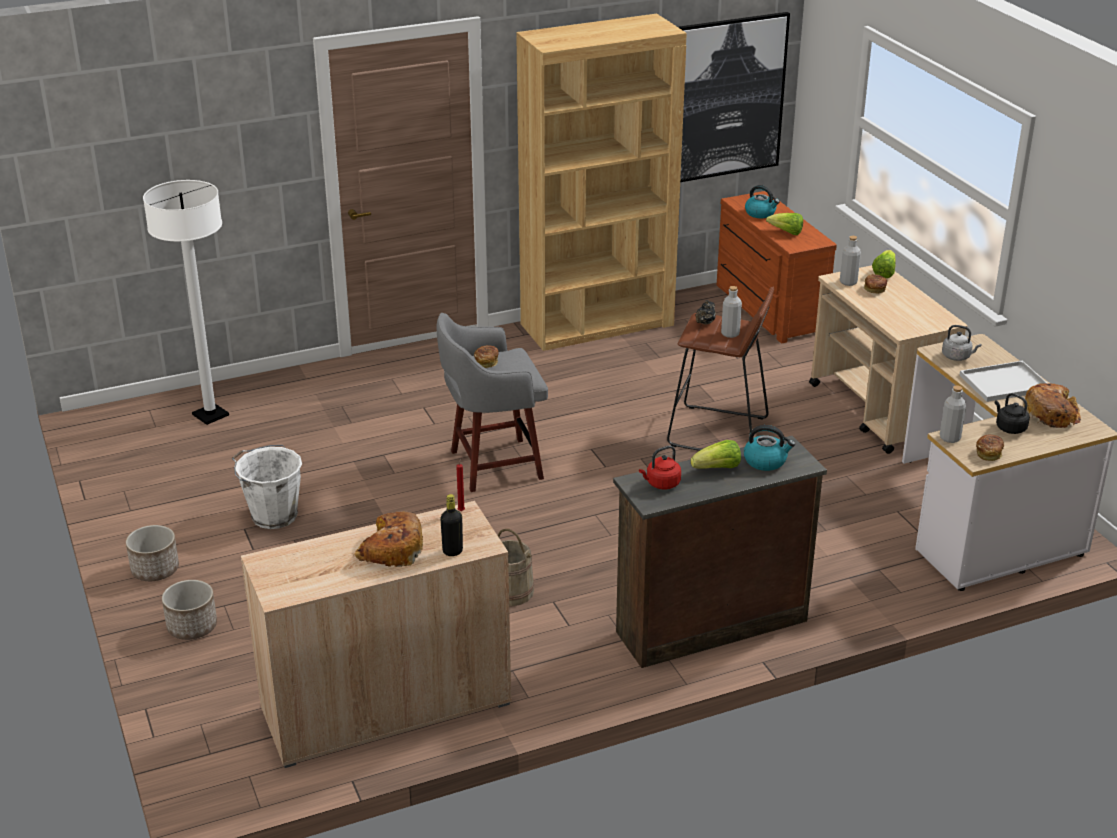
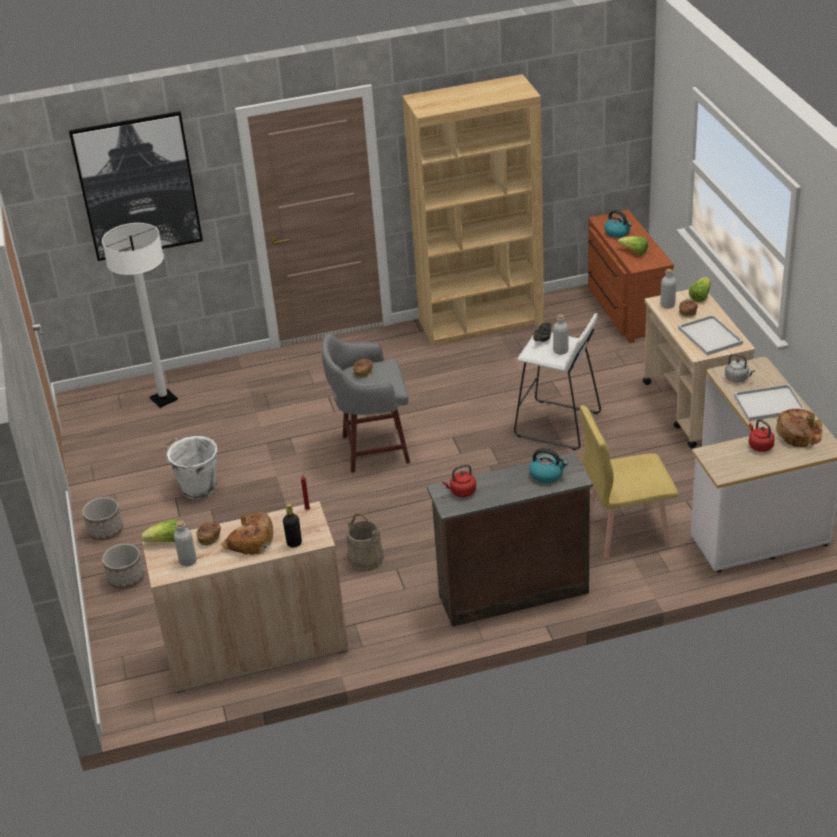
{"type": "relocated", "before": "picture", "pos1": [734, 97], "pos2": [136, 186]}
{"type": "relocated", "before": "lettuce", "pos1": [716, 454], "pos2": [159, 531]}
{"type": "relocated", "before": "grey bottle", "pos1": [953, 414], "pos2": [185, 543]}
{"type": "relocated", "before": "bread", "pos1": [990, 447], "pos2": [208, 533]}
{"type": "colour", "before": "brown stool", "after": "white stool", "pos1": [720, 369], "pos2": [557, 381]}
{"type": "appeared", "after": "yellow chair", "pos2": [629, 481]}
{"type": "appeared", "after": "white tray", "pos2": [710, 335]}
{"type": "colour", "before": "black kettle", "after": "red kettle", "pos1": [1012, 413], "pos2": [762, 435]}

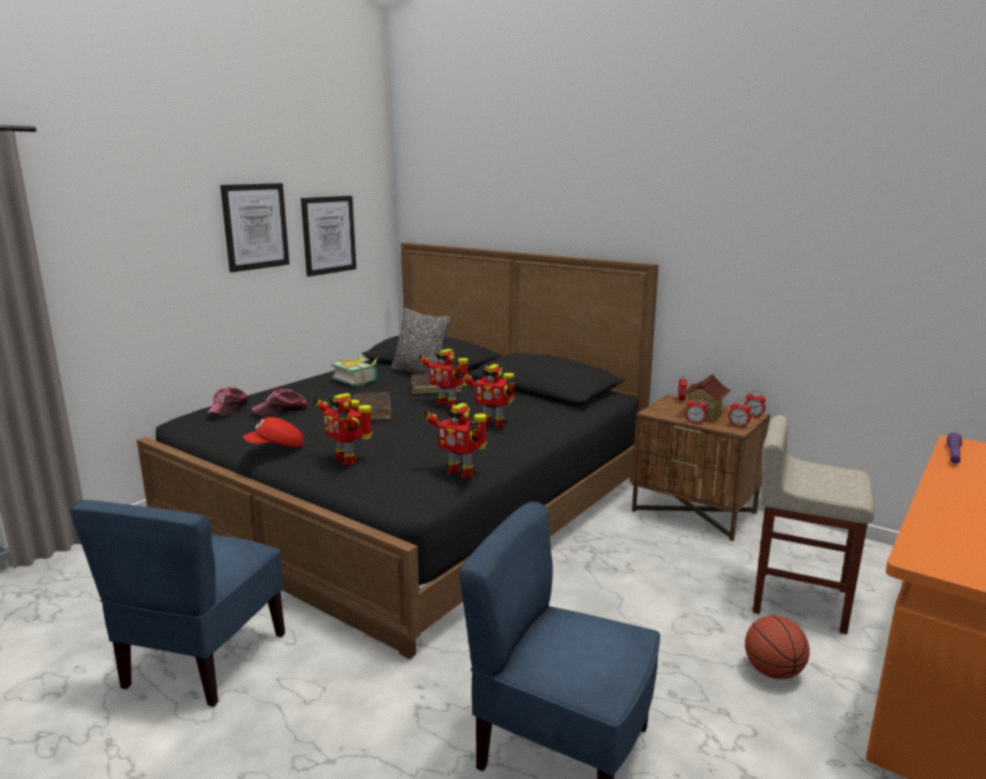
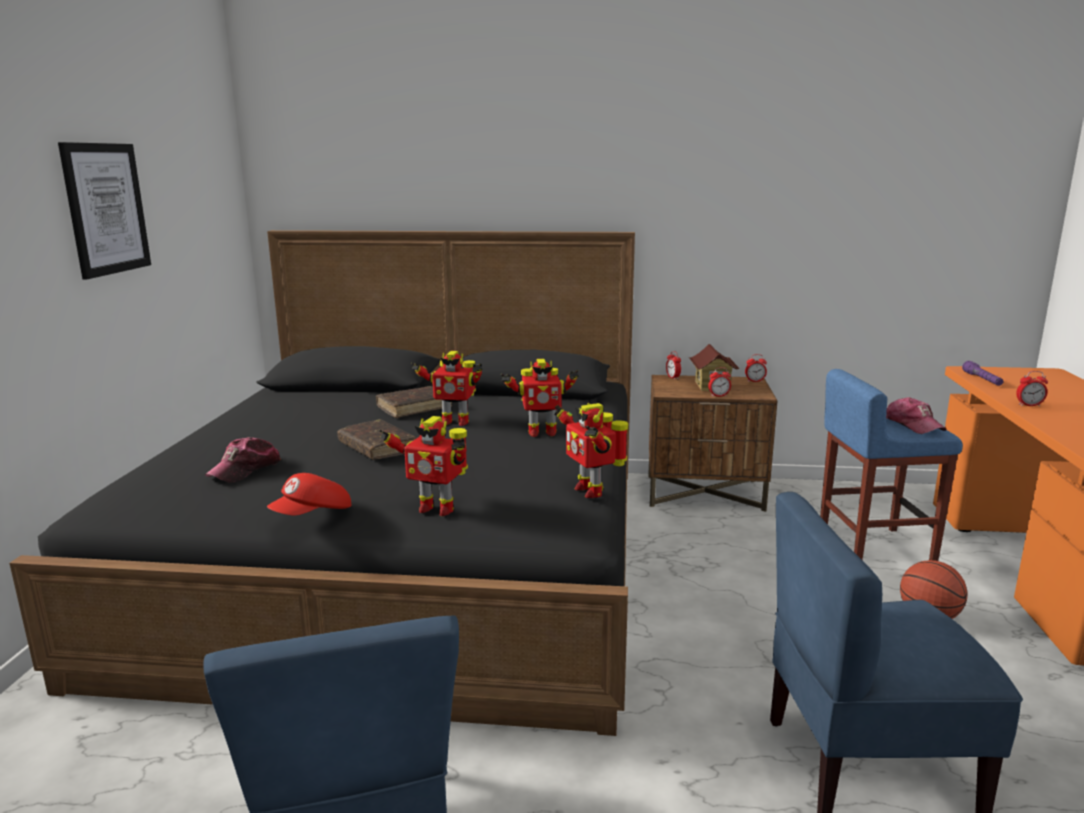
{"type": "spun", "before": "toy robot", "pos1": [454, 441], "pos2": [591, 450], "turn": 60}
{"type": "colour", "before": "beige stool", "after": "blue stool", "pos1": [813, 524], "pos2": [891, 465]}
{"type": "relocated", "before": "cap", "pos1": [227, 401], "pos2": [916, 415]}
{"type": "relocated", "before": "alarm clock", "pos1": [739, 413], "pos2": [1032, 389]}
{"type": "missing", "before": "picture", "pos1": [328, 236]}
{"type": "missing", "before": "book", "pos1": [355, 371]}
{"type": "missing", "before": "pillow", "pos1": [421, 341]}

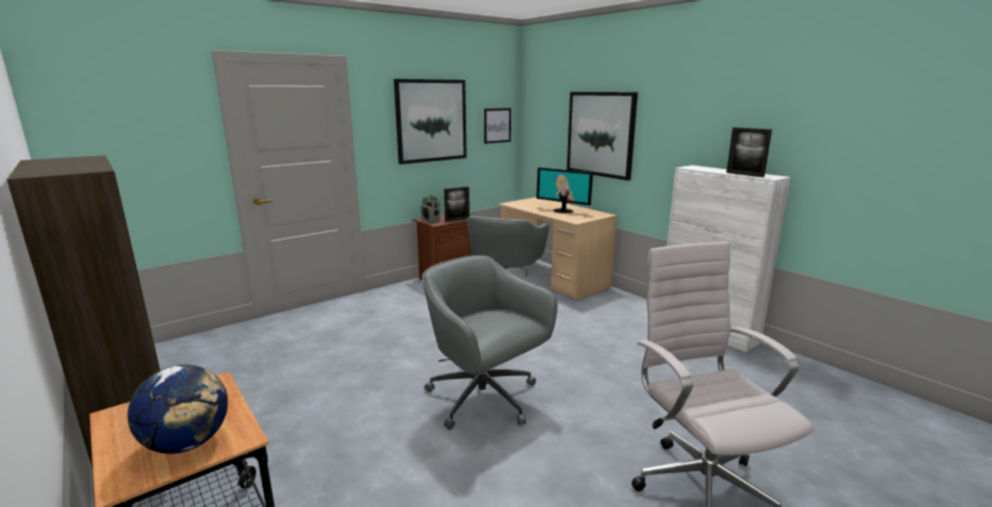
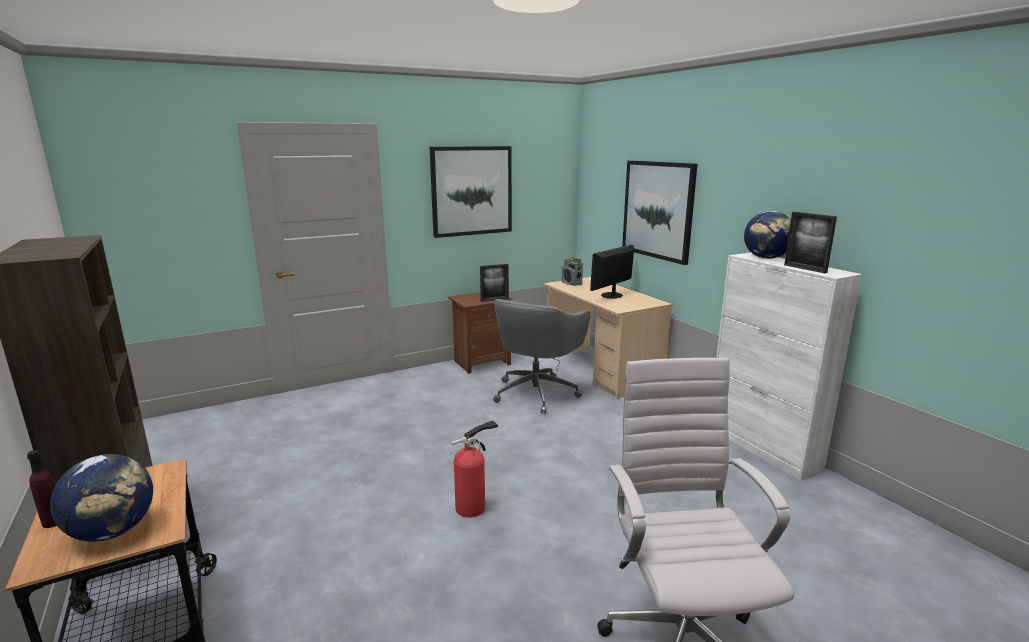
{"type": "appeared", "after": "purple bottle", "pos2": [42, 489]}
{"type": "exchanged", "before": "grey office chair", "after": "fire extinguisher", "pos1": [490, 342], "pos2": [474, 469]}
{"type": "relocated", "before": "radio", "pos1": [430, 209], "pos2": [572, 271]}
{"type": "spun", "before": "monitor", "pos1": [564, 190], "pos2": [612, 271], "turn": 90}
{"type": "appeared", "after": "globe", "pos2": [767, 235]}
{"type": "missing", "before": "picture", "pos1": [497, 126]}

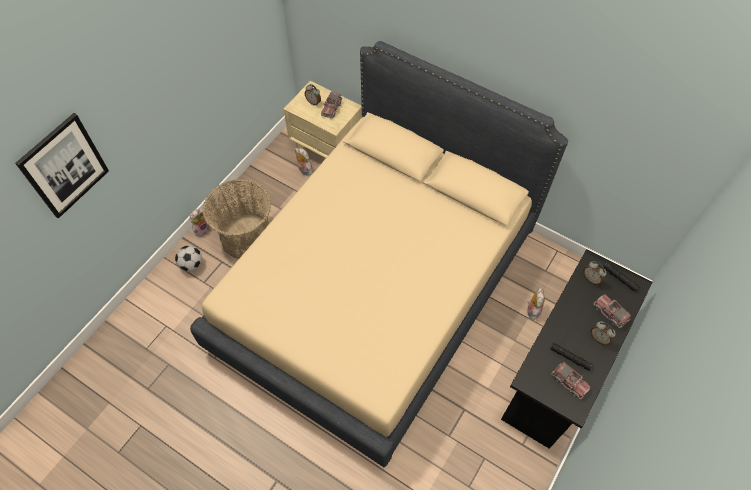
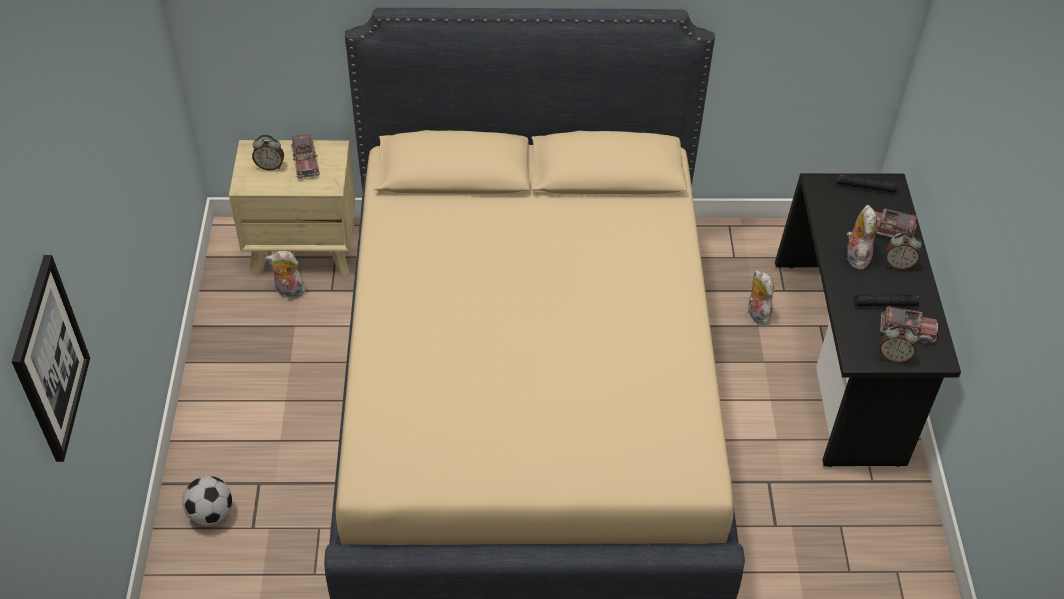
{"type": "relocated", "before": "plush toy", "pos1": [200, 222], "pos2": [861, 237]}
{"type": "relocated", "before": "alarm clock", "pos1": [595, 273], "pos2": [898, 344]}
{"type": "missing", "before": "basket", "pos1": [237, 218]}

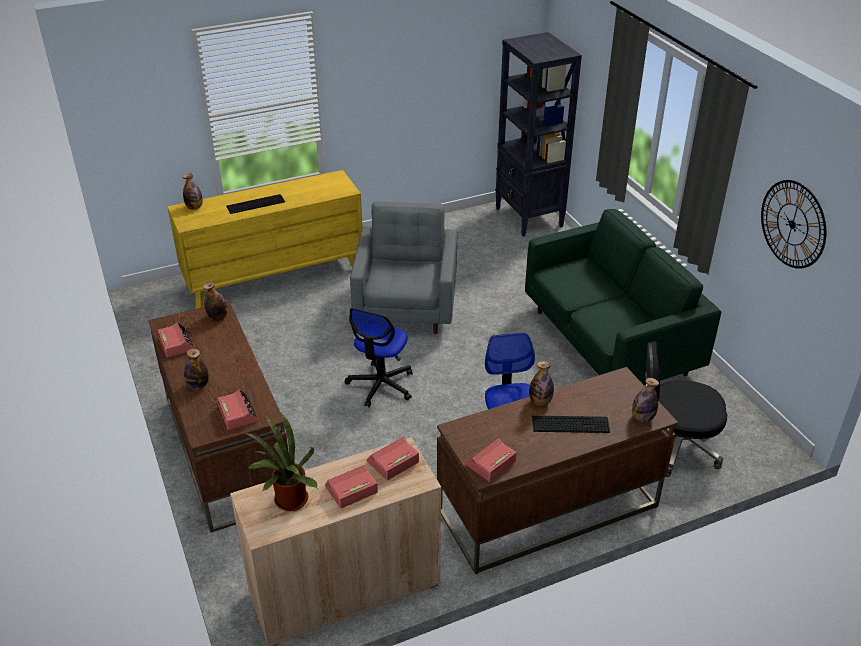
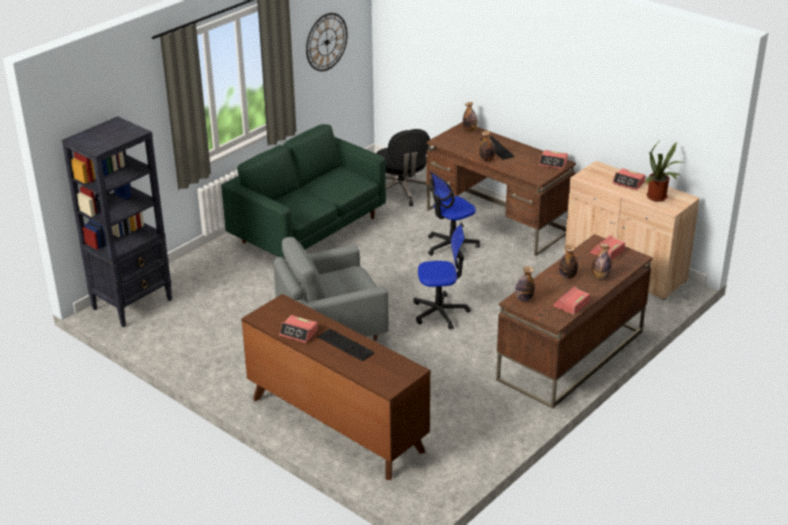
{"type": "colour", "before": "yellow dresser", "after": "brown dresser", "pos1": [265, 239], "pos2": [335, 387]}
{"type": "relocated", "before": "alarm clock", "pos1": [393, 458], "pos2": [298, 329]}
{"type": "relocated", "before": "bottle", "pos1": [193, 192], "pos2": [568, 262]}

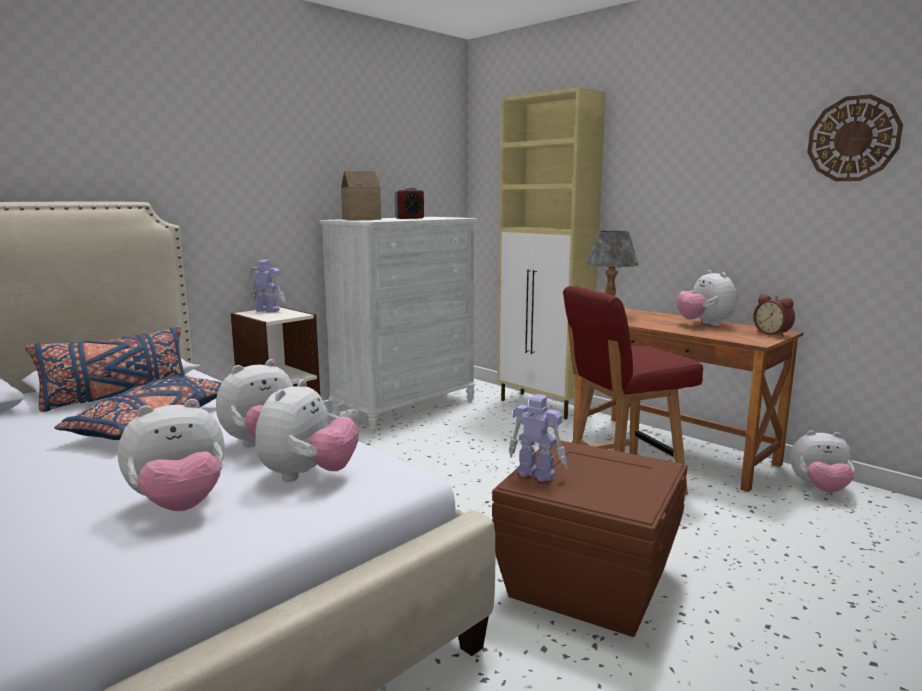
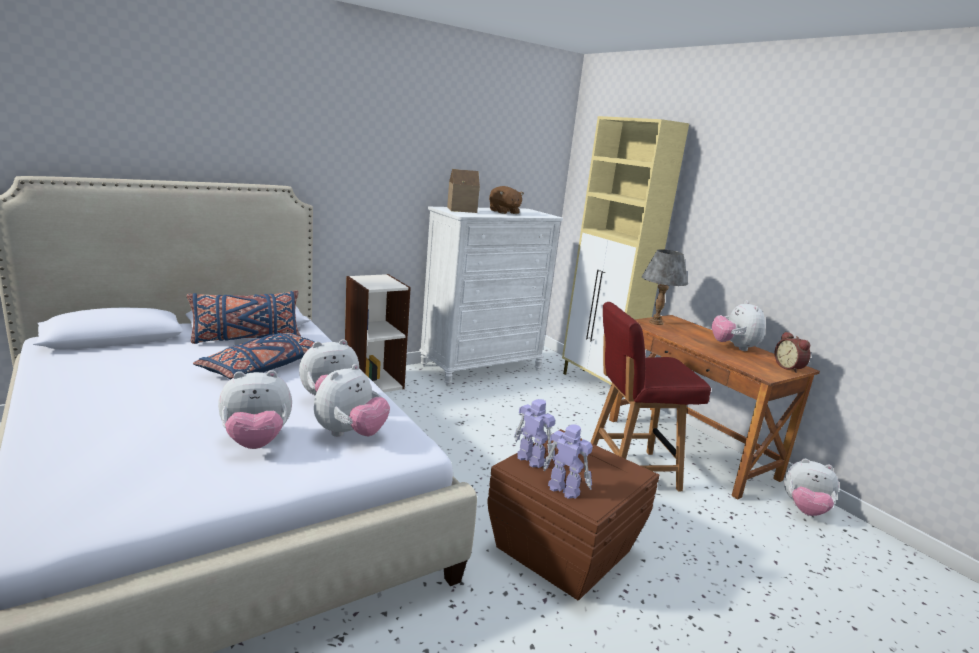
{"type": "exchanged", "before": "alarm clock", "after": "brown plush toy", "pos1": [409, 203], "pos2": [506, 200]}
{"type": "relocated", "before": "toy robot", "pos1": [268, 286], "pos2": [568, 462]}
{"type": "missing", "before": "wall clock", "pos1": [855, 137]}

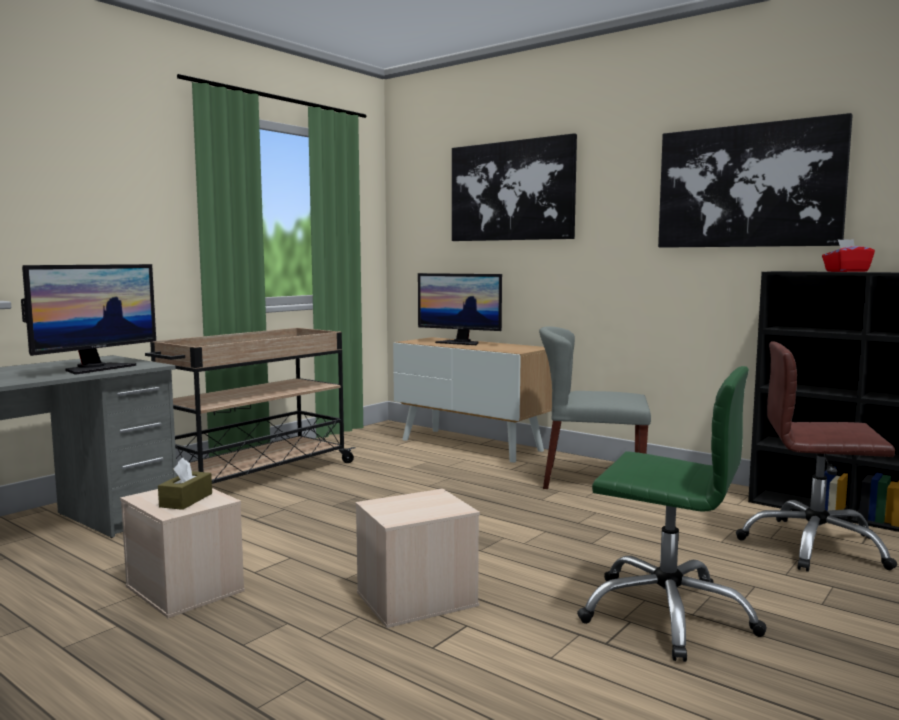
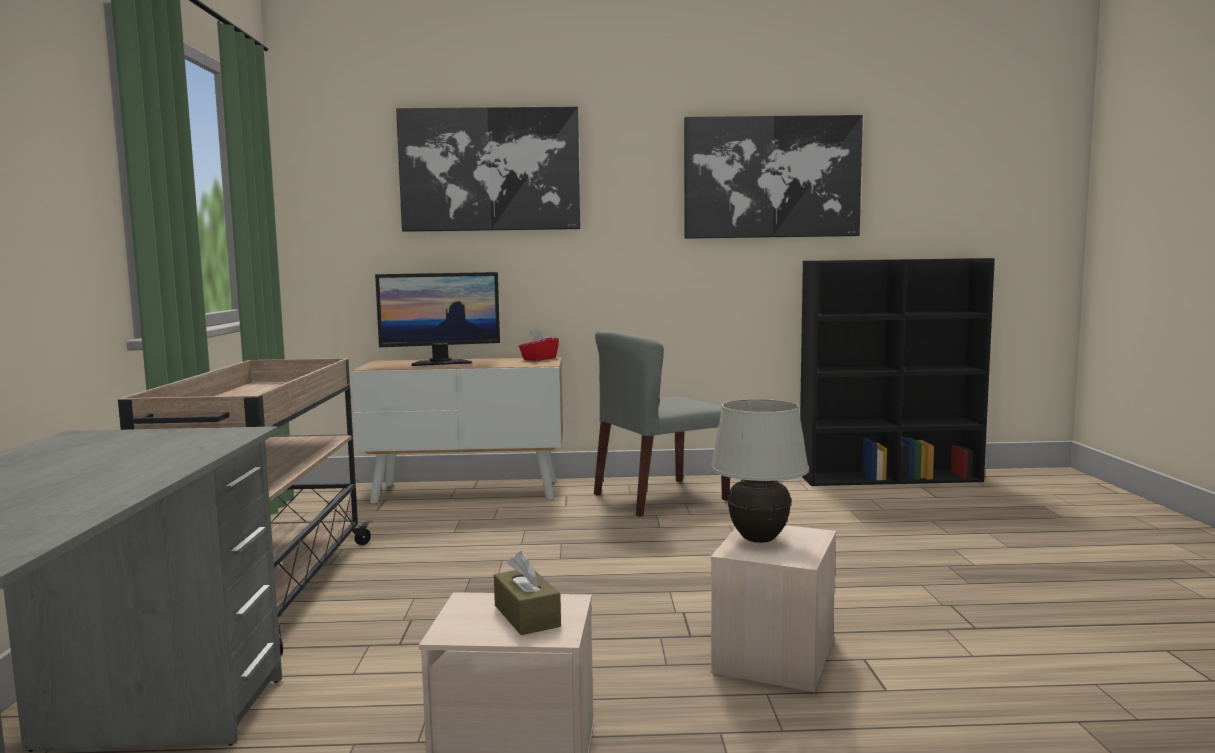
{"type": "relocated", "before": "red tissue box", "pos1": [848, 255], "pos2": [539, 345]}
{"type": "appeared", "after": "white table lamp", "pos2": [760, 471]}
{"type": "missing", "before": "monitor", "pos1": [88, 319]}
{"type": "missing", "before": "green office chair", "pos1": [672, 514]}
{"type": "missing", "before": "brown office chair", "pos1": [817, 456]}

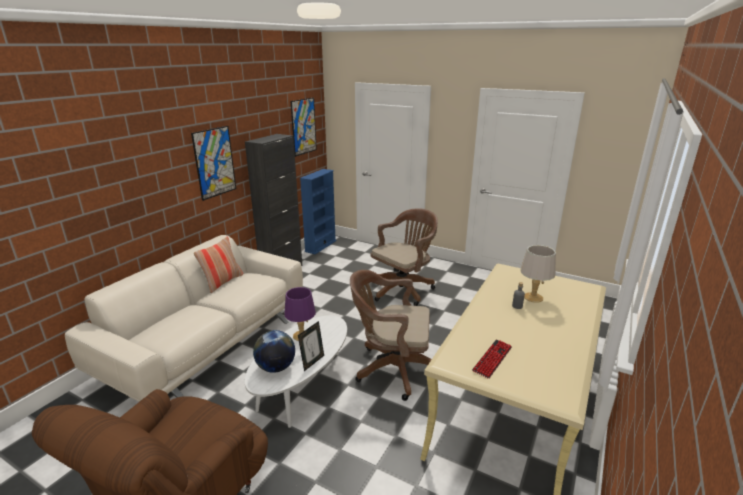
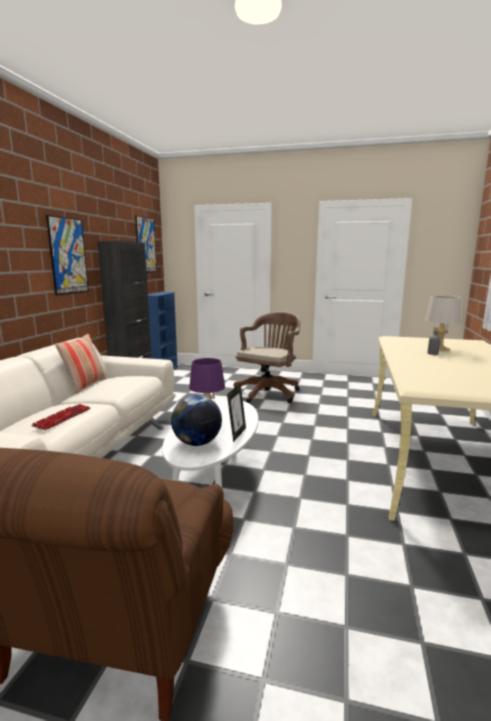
{"type": "relocated", "before": "keyboard", "pos1": [492, 359], "pos2": [61, 417]}
{"type": "missing", "before": "brown office chair", "pos1": [391, 335]}

